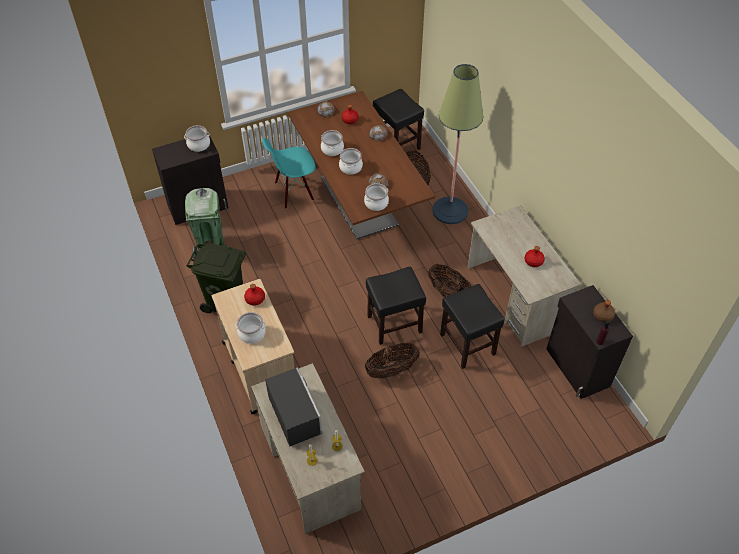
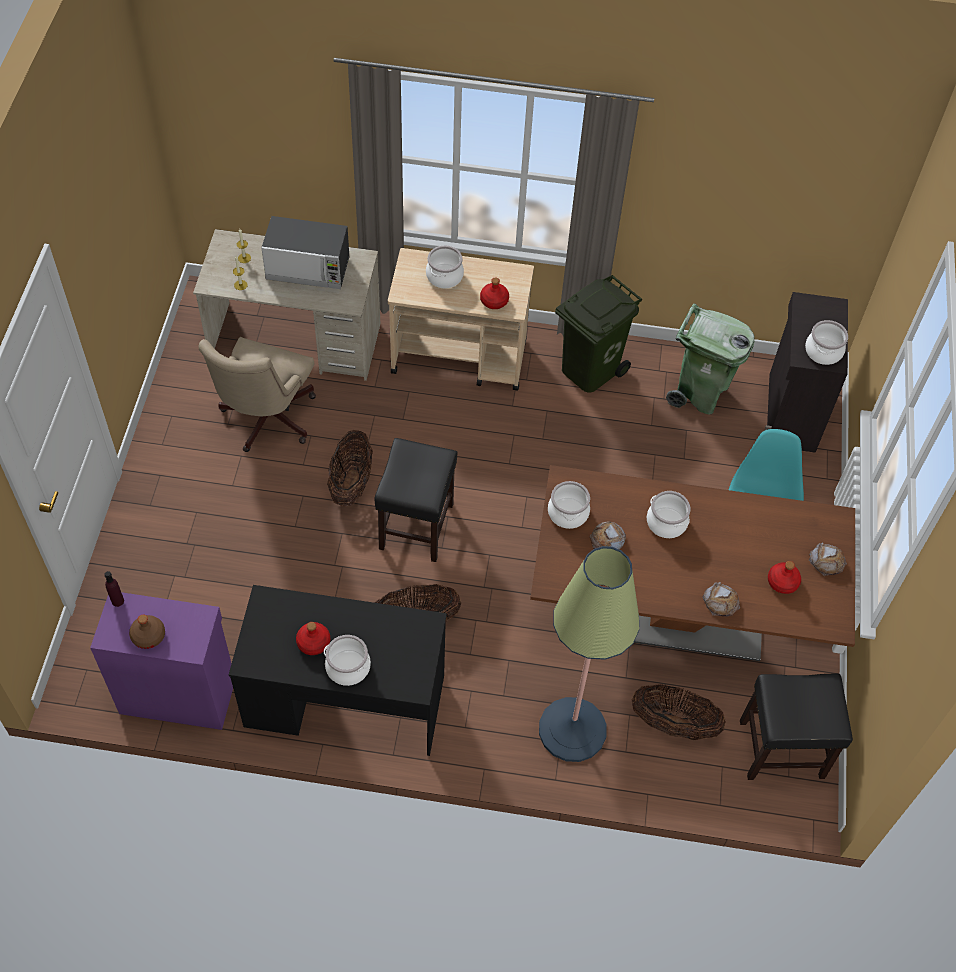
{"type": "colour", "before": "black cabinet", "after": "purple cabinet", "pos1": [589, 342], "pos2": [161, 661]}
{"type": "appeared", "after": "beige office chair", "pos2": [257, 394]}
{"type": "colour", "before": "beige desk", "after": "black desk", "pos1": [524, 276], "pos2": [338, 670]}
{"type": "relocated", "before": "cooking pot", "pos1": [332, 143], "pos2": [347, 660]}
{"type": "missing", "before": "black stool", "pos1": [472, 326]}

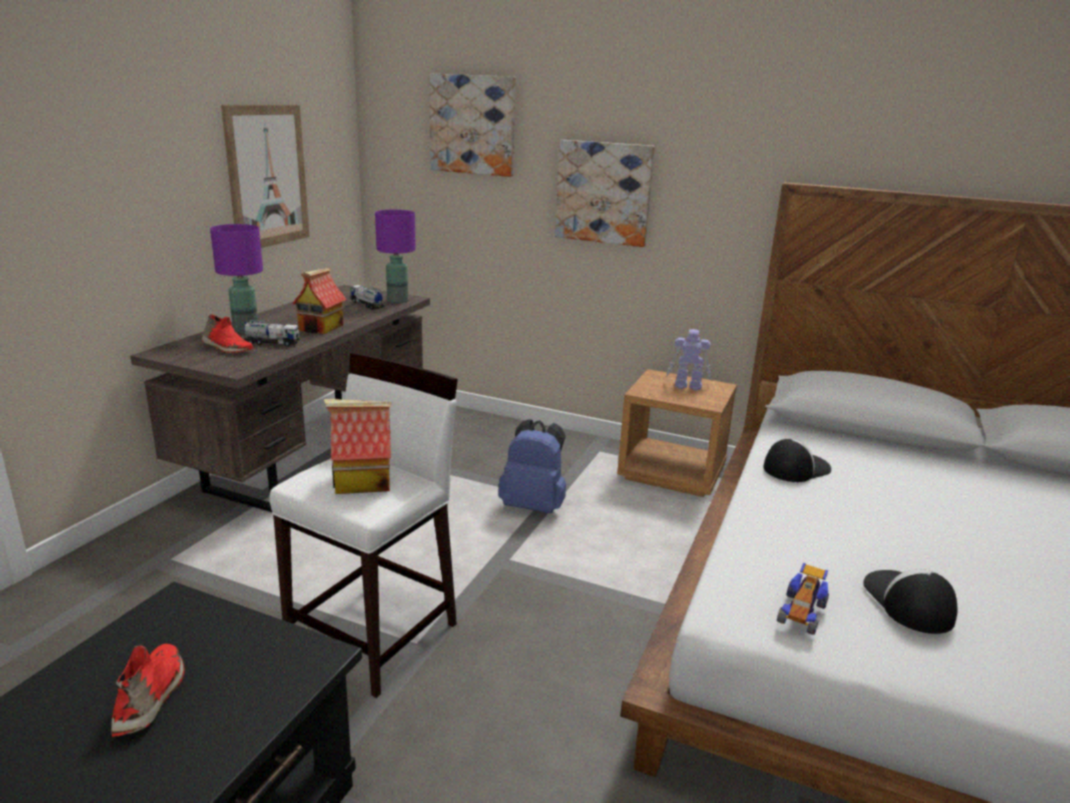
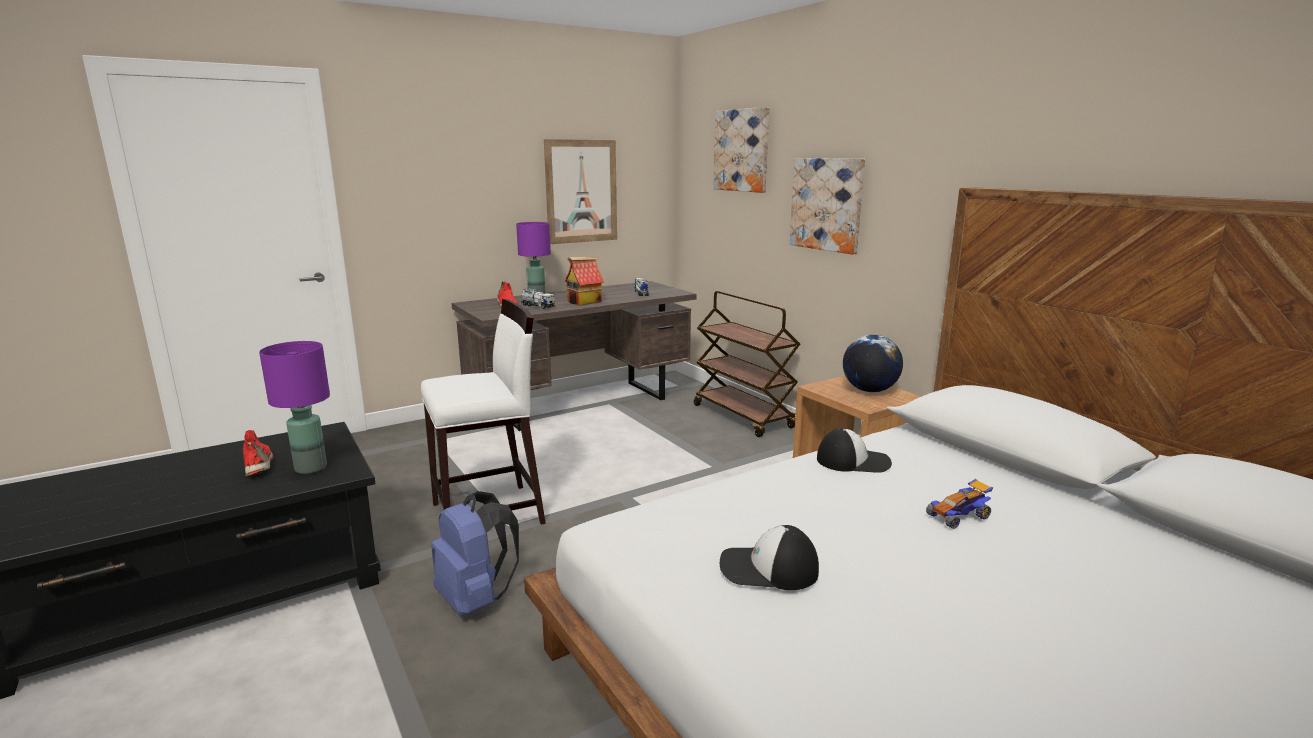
{"type": "spun", "before": "red shoe", "pos1": [148, 690], "pos2": [258, 453], "turn": -60}
{"type": "relocated", "before": "purple table lamp", "pos1": [395, 257], "pos2": [294, 407]}
{"type": "relocated", "before": "blue backpack", "pos1": [532, 466], "pos2": [475, 553]}
{"type": "appeared", "after": "brown cart", "pos2": [747, 364]}
{"type": "spun", "before": "cap", "pos1": [910, 601], "pos2": [769, 557], "turn": -105}
{"type": "exchanged", "before": "toy robot", "after": "globe", "pos1": [688, 360], "pos2": [873, 363]}
{"type": "relocated", "before": "toy car", "pos1": [803, 599], "pos2": [959, 504]}
{"type": "missing", "before": "toy house", "pos1": [358, 446]}

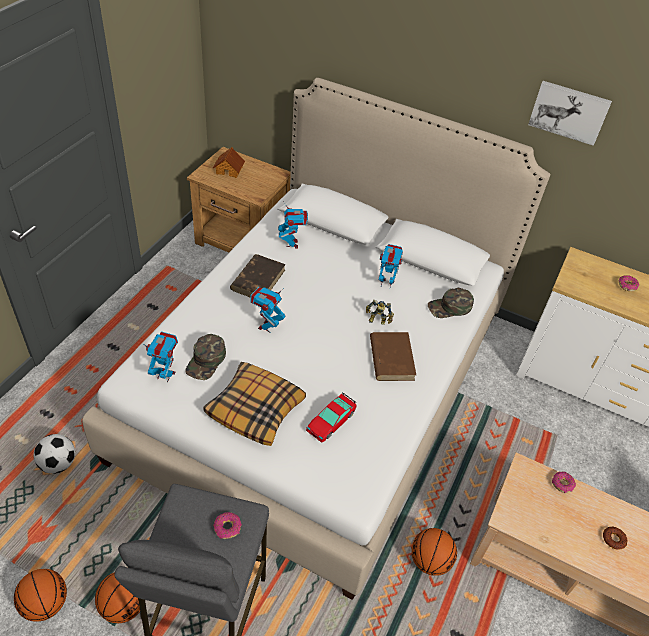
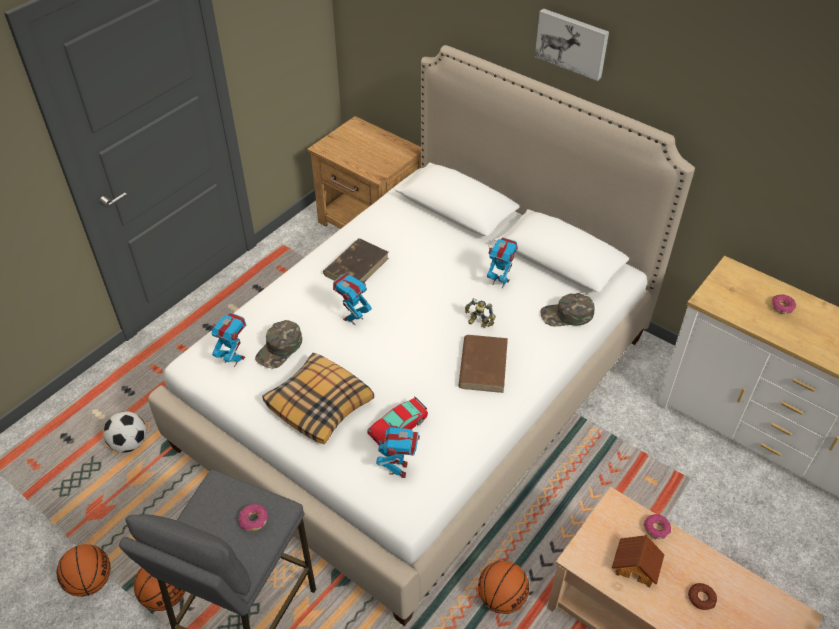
{"type": "relocated", "before": "toy robot", "pos1": [293, 224], "pos2": [398, 447]}
{"type": "relocated", "before": "picture", "pos1": [570, 113], "pos2": [572, 44]}
{"type": "relocated", "before": "toy house", "pos1": [229, 162], "pos2": [638, 561]}

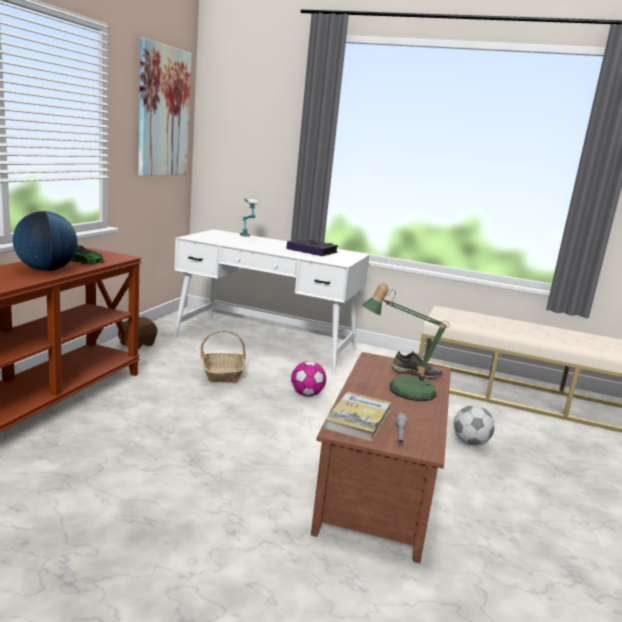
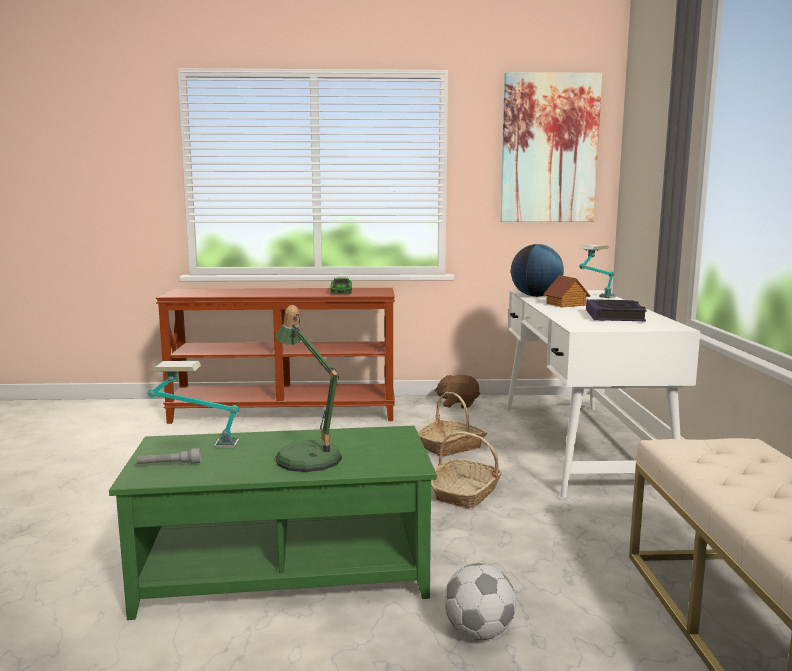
{"type": "colour", "before": "brown coffee table", "after": "green coffee table", "pos1": [381, 457], "pos2": [273, 523]}
{"type": "exchanged", "before": "book", "after": "table lamp", "pos1": [357, 417], "pos2": [193, 404]}
{"type": "exchanged", "before": "football", "after": "basket", "pos1": [308, 378], "pos2": [466, 469]}
{"type": "relocated", "before": "globe", "pos1": [45, 241], "pos2": [537, 270]}
{"type": "appeared", "after": "toy house", "pos2": [567, 291]}
{"type": "missing", "before": "grey shoe", "pos1": [417, 365]}

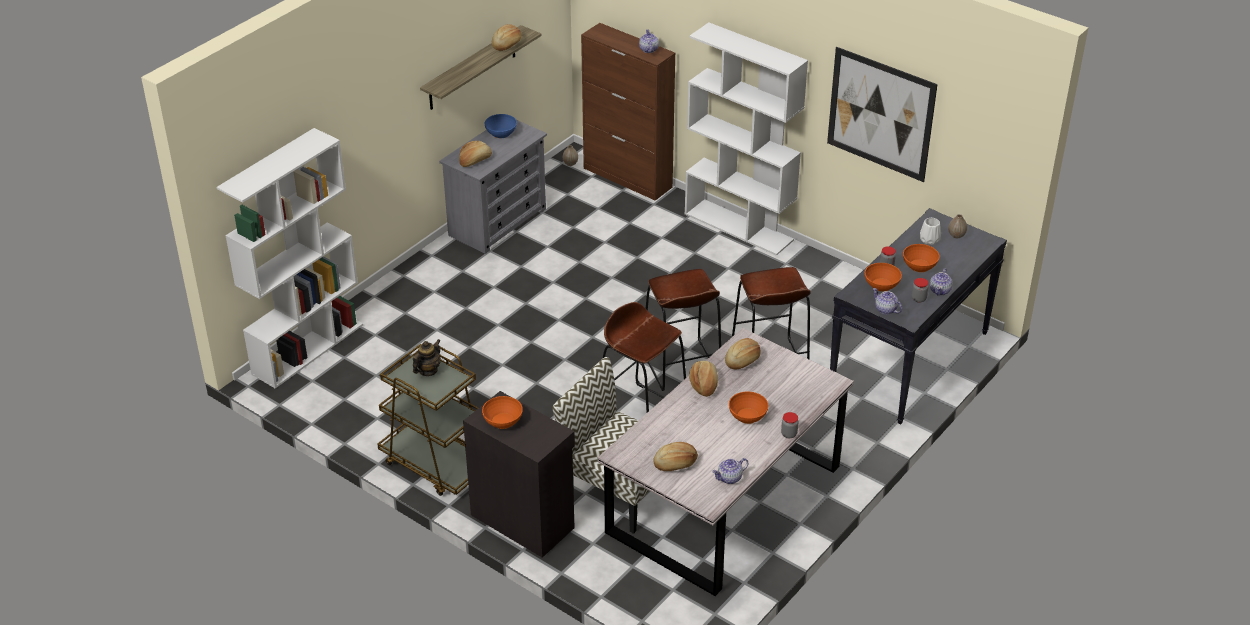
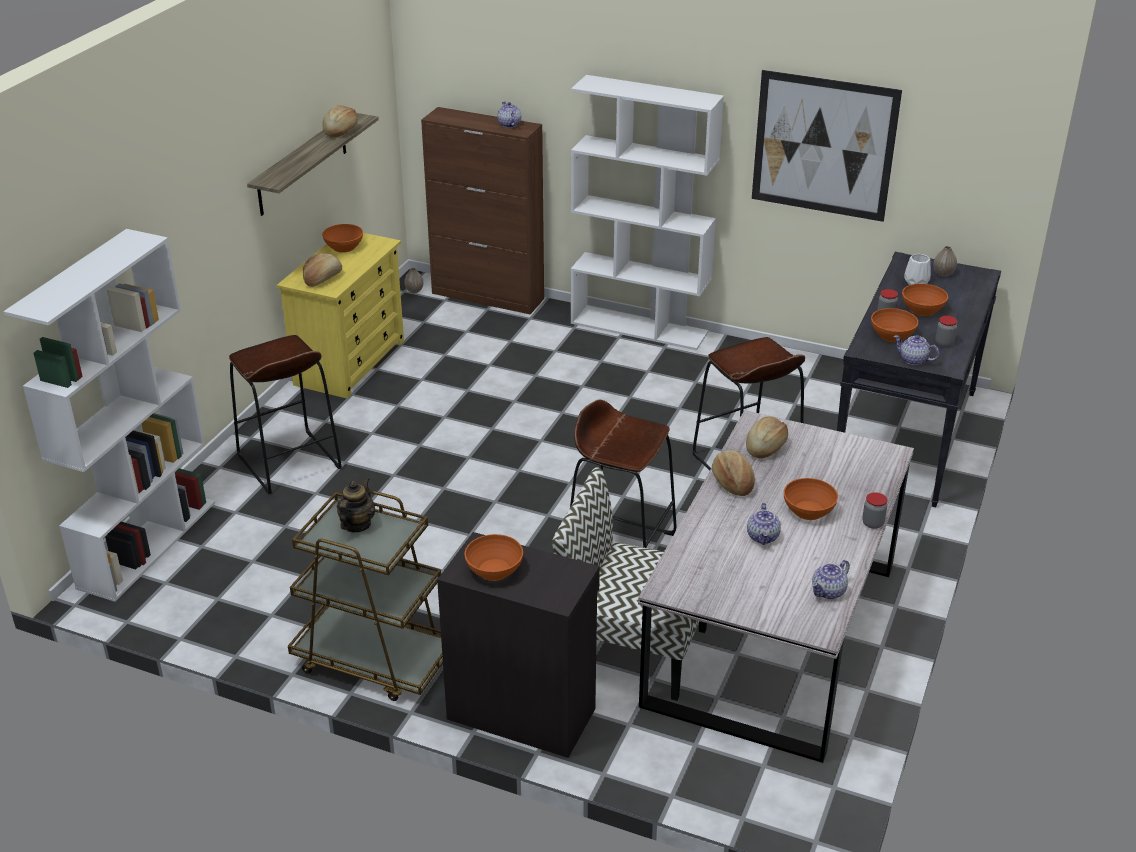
{"type": "relocated", "before": "brown stool", "pos1": [683, 330], "pos2": [285, 414]}
{"type": "colour", "before": "grey dresser", "after": "yellow dresser", "pos1": [493, 187], "pos2": [340, 315]}
{"type": "colour", "before": "blue bowl", "after": "orange bowl", "pos1": [501, 126], "pos2": [342, 238]}
{"type": "relocated", "before": "teapot", "pos1": [941, 281], "pos2": [764, 524]}
{"type": "missing", "before": "bread", "pos1": [675, 456]}

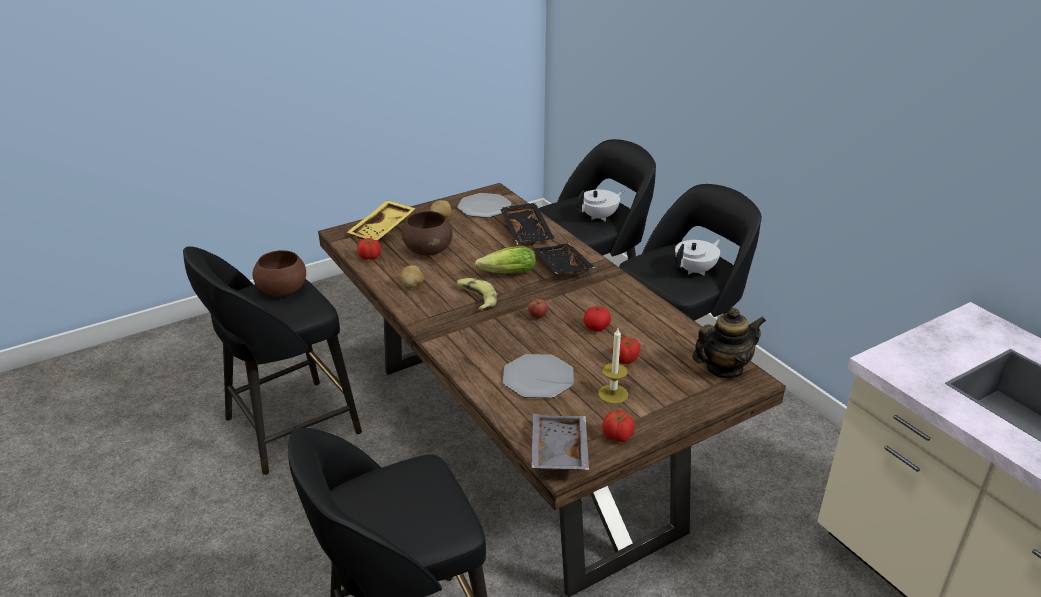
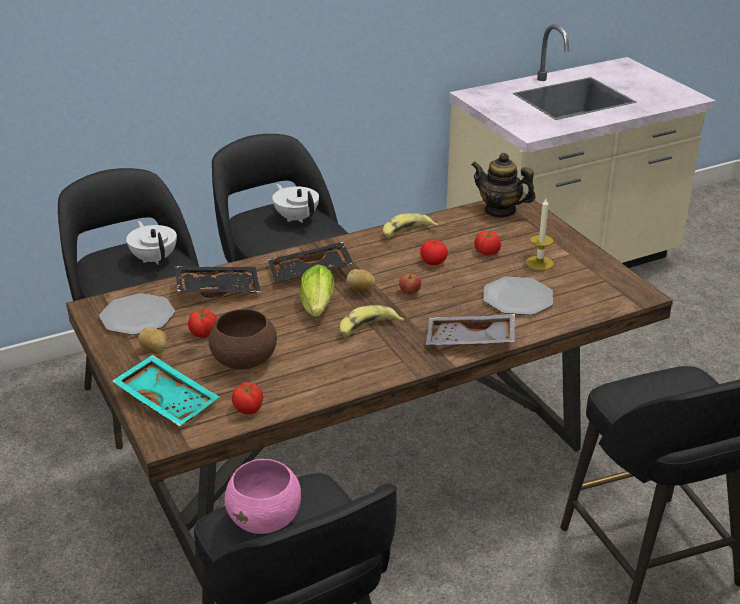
{"type": "colour", "before": "yellow tray", "after": "turquoise tray", "pos1": [381, 220], "pos2": [165, 390]}
{"type": "relocated", "before": "tomato", "pos1": [618, 426], "pos2": [202, 323]}
{"type": "colour", "before": "brown bowl", "after": "pink bowl", "pos1": [279, 273], "pos2": [263, 496]}
{"type": "relocated", "before": "potato", "pos1": [412, 276], "pos2": [361, 280]}
{"type": "appeared", "after": "banana", "pos2": [411, 226]}
{"type": "relocated", "before": "grey tray", "pos1": [560, 442], "pos2": [470, 330]}
{"type": "spun", "before": "teapot", "pos1": [729, 343], "pos2": [503, 185], "turn": -45}

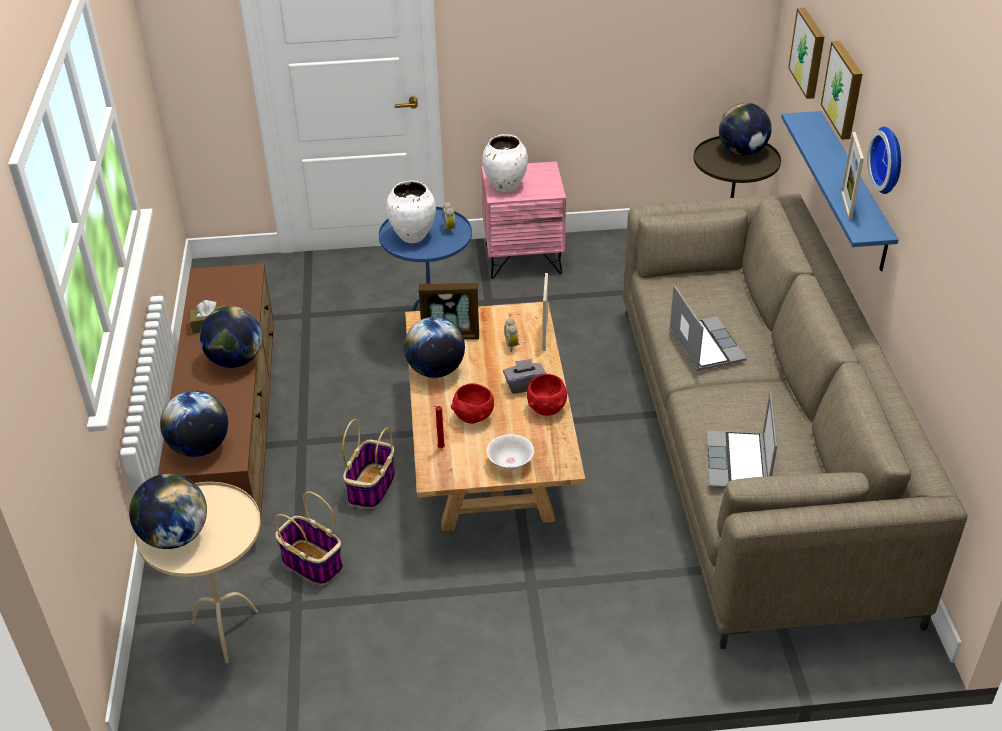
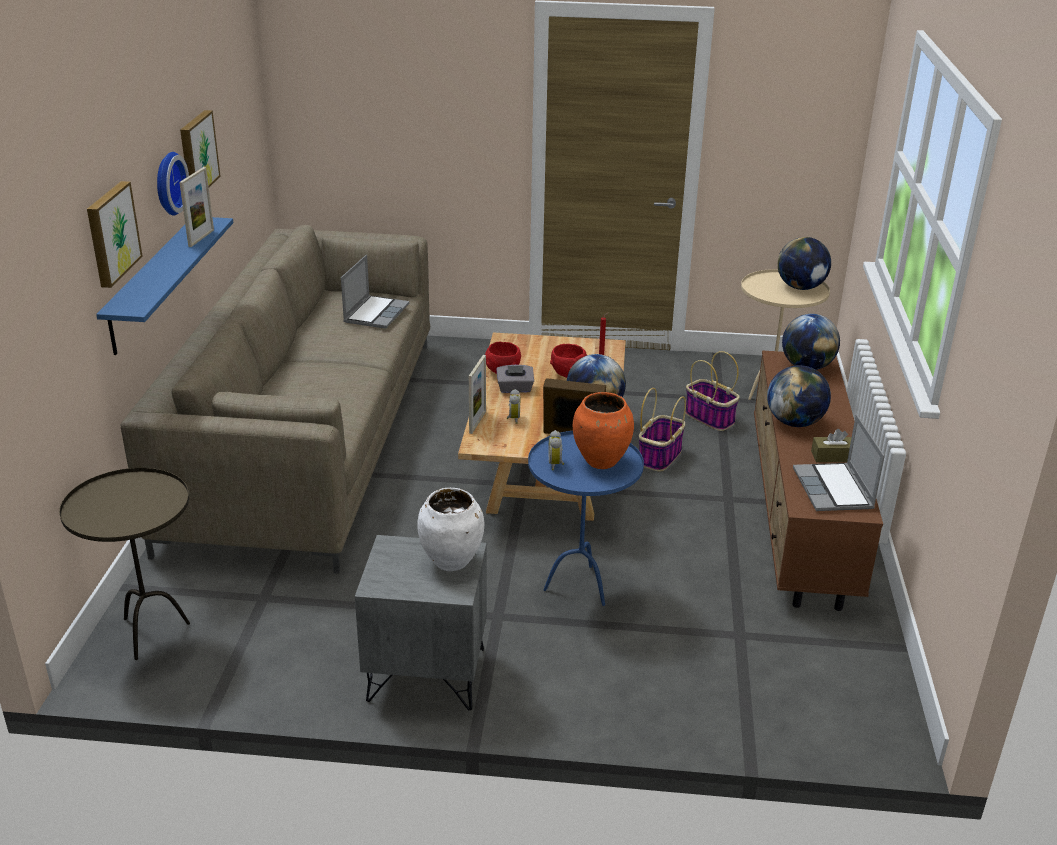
{"type": "relocated", "before": "picture", "pos1": [806, 53], "pos2": [200, 148]}
{"type": "colour", "before": "pink nightstand", "after": "grey nightstand", "pos1": [523, 220], "pos2": [421, 622]}
{"type": "colour", "before": "white vase", "after": "orange vase", "pos1": [411, 211], "pos2": [603, 430]}
{"type": "relocated", "before": "laptop", "pos1": [708, 328], "pos2": [839, 462]}
{"type": "missing", "before": "white bowl", "pos1": [510, 452]}
{"type": "missing", "before": "globe", "pos1": [745, 129]}

